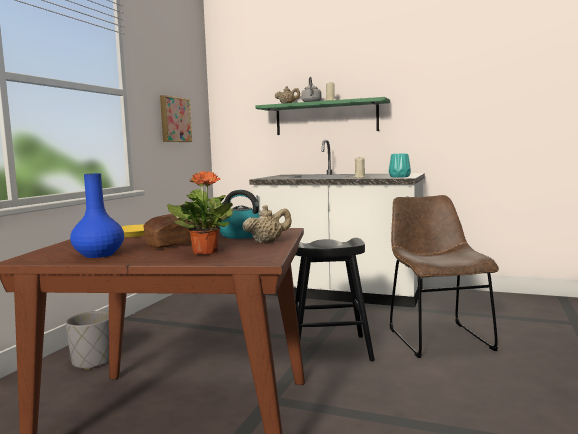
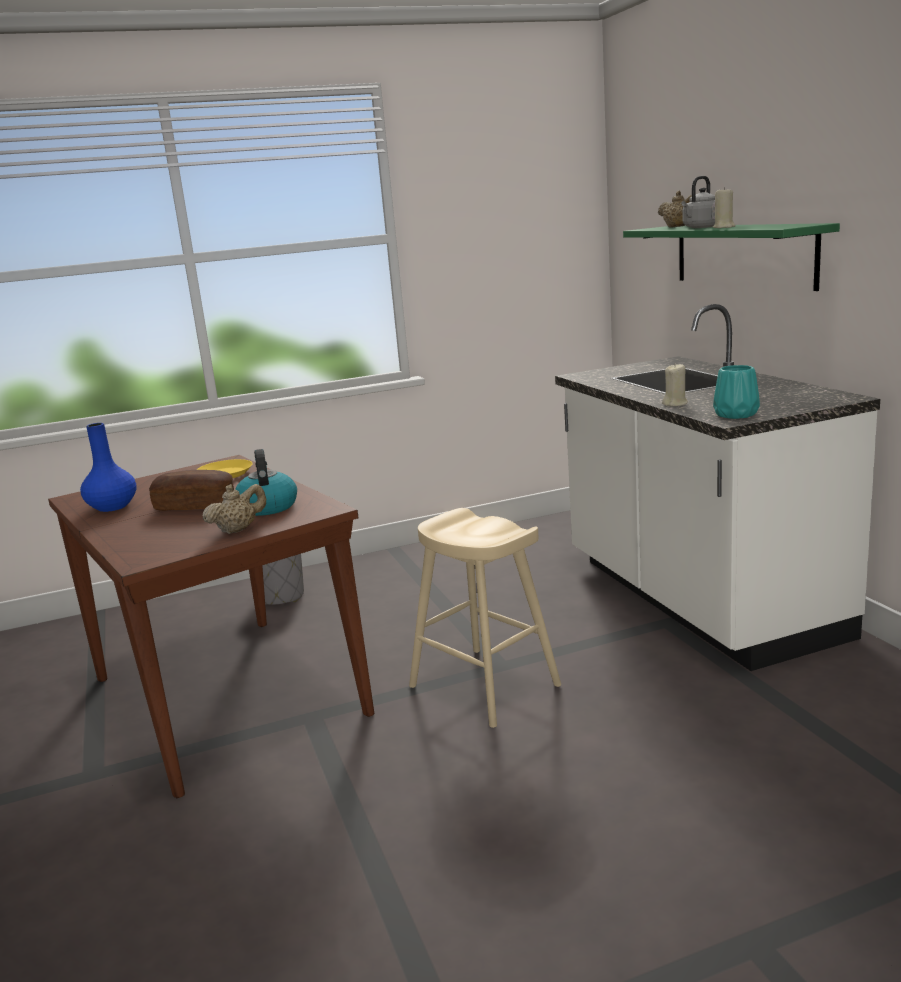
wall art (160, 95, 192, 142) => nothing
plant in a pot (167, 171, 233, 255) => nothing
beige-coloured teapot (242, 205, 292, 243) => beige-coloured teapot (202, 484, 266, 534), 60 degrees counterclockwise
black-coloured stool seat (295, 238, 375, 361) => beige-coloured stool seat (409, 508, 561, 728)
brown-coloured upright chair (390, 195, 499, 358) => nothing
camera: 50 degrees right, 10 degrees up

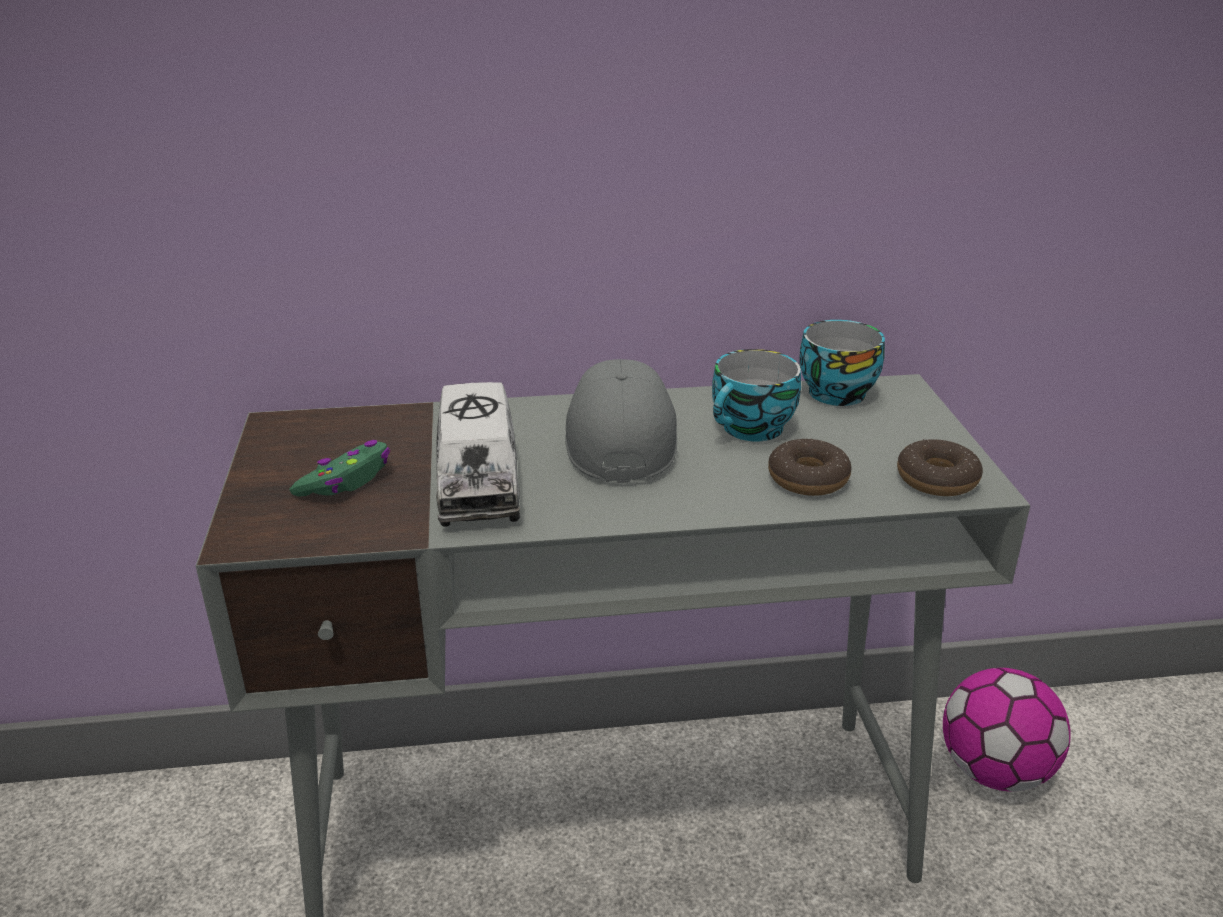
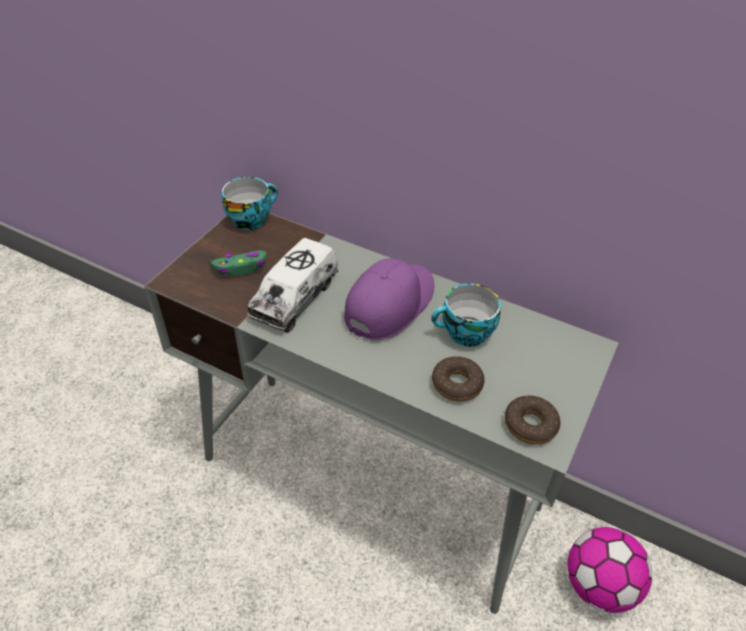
gray cap (565, 359, 677, 483) => purple cap (344, 258, 434, 340)
small cup (799, 320, 885, 406) => small cup (222, 177, 278, 230), moved
camera: 35 degrees right, 15 degrees up

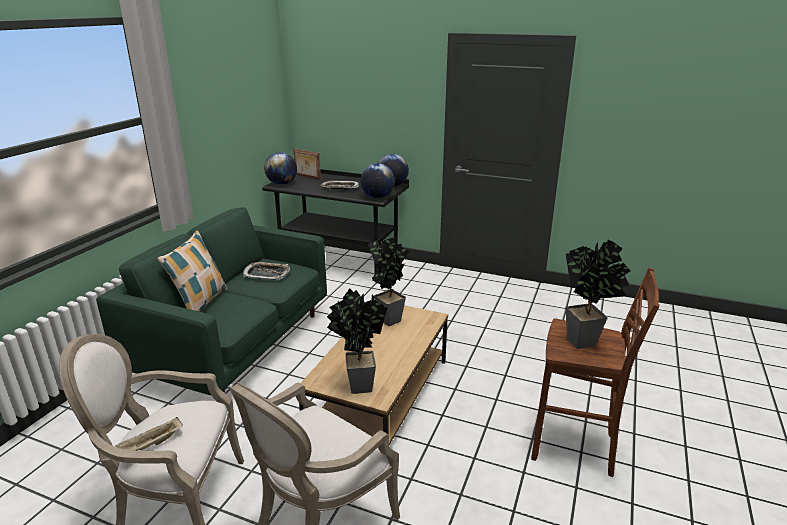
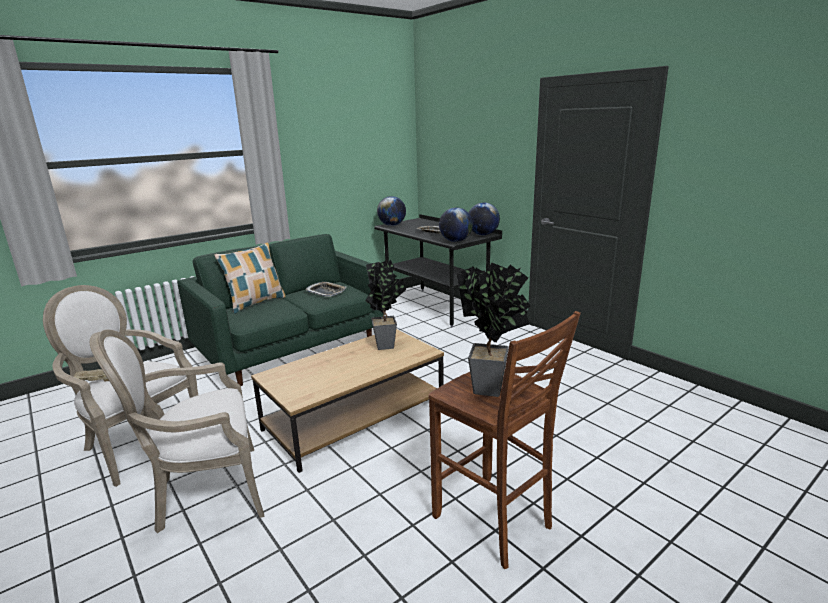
photo frame (293, 149, 321, 180) => nothing
plant in a pot (327, 288, 387, 394) => nothing
camera: 30 degrees right, 5 degrees down

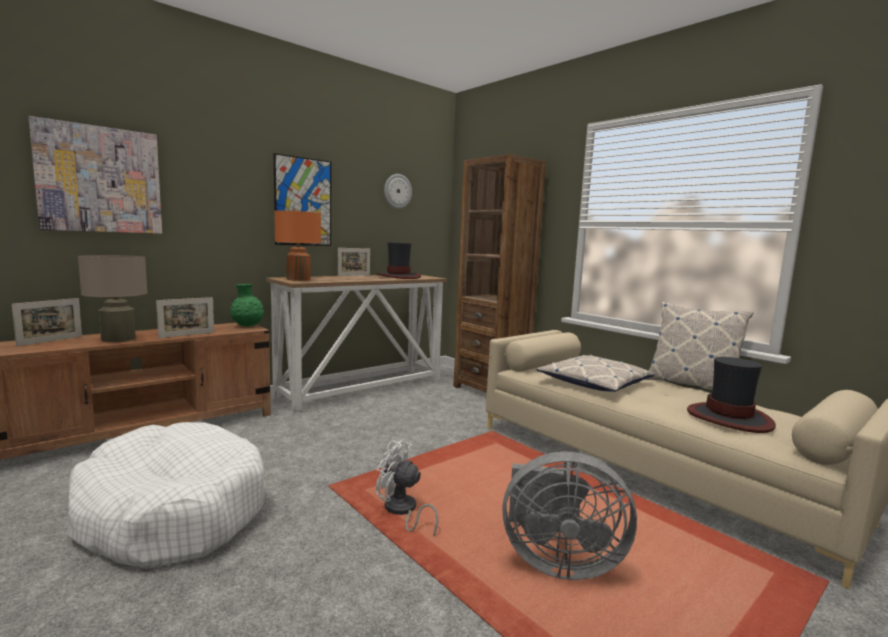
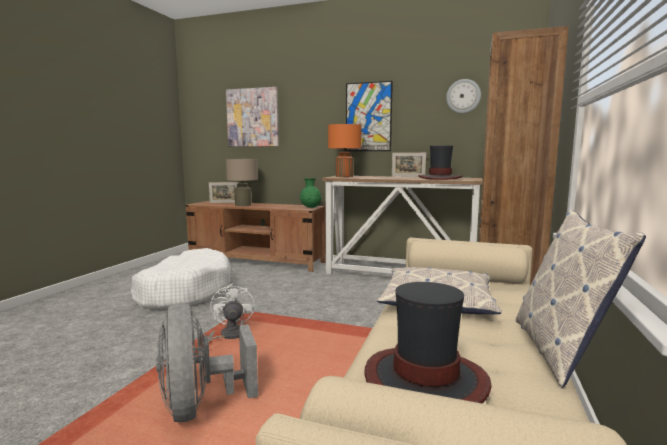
photo frame (156, 297, 214, 338) => nothing
camera: 60 degrees right, 0 degrees up

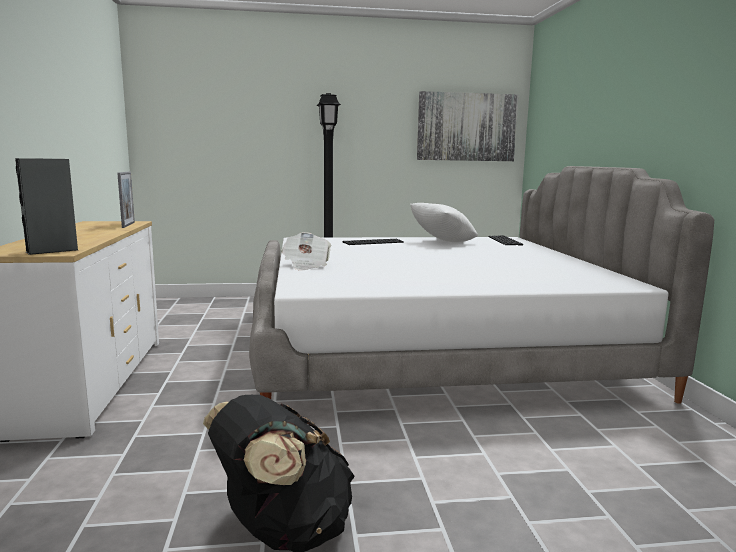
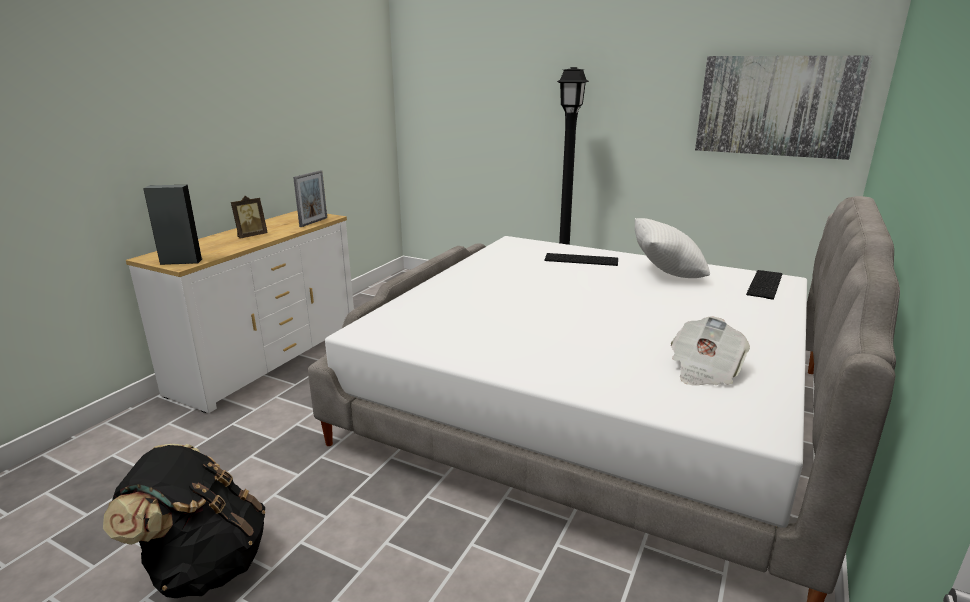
printed paper (281, 232, 331, 270) => printed paper (670, 316, 750, 386), moved
nothing => photo frame (231, 196, 268, 239)
camera: 35 degrees right, 10 degrees up

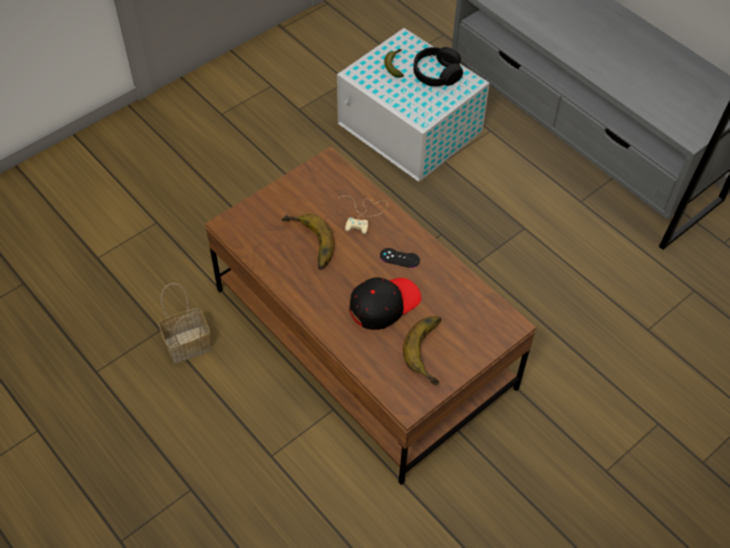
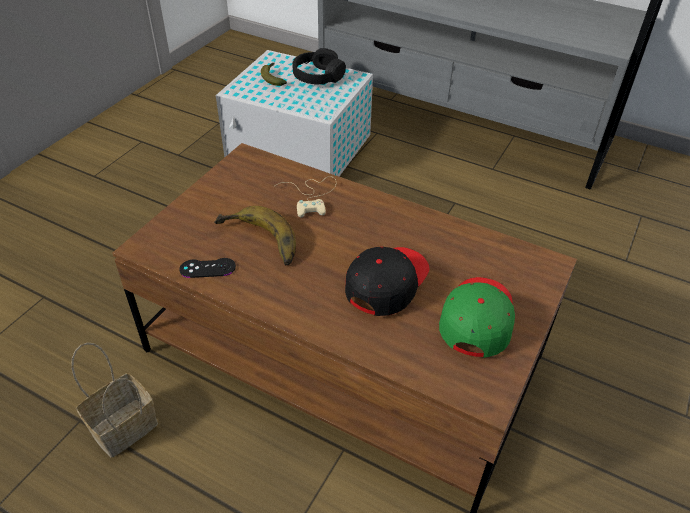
black-coloured joypad (380, 248, 420, 268) => black-coloured joypad (179, 258, 236, 278), moved
whole banana (403, 316, 441, 384) => green cap (439, 277, 515, 358)
camera: 20 degrees left, 10 degrees down

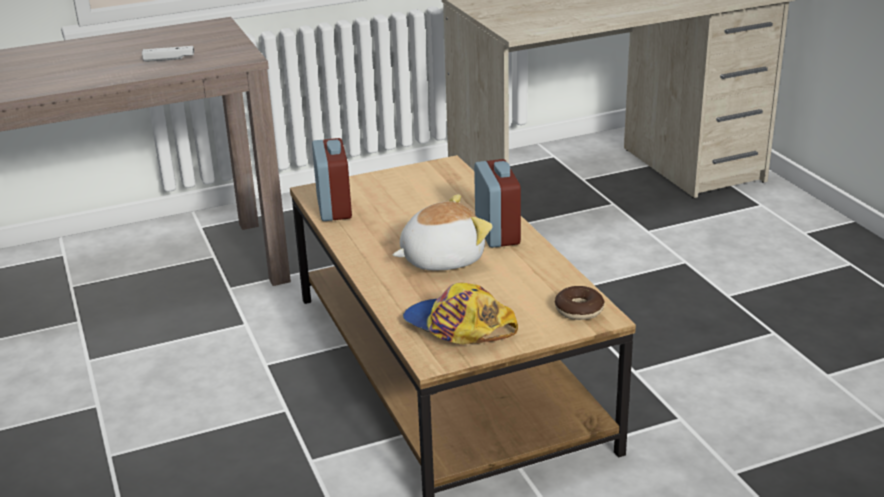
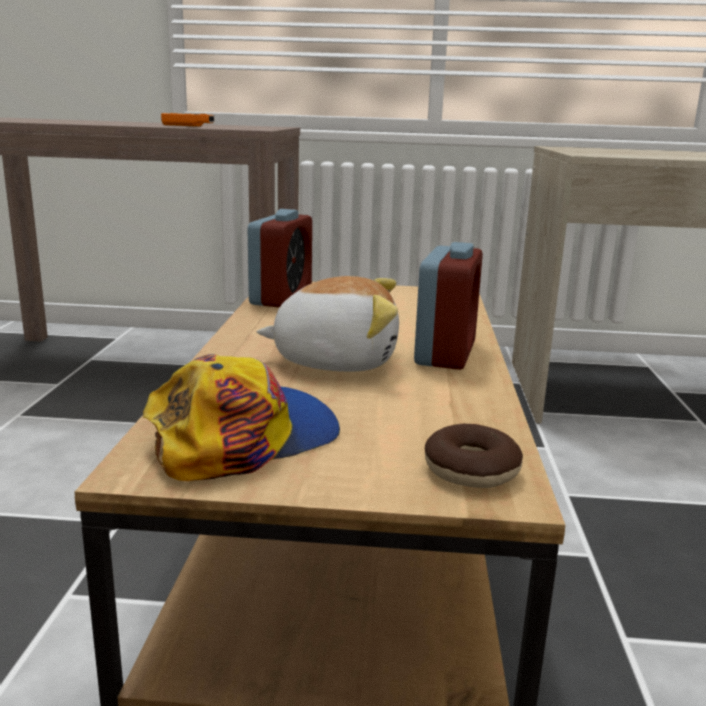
white-coloured joypad (142, 46, 194, 62) => orangey joypad (161, 113, 214, 127)
cap (403, 283, 518, 344) => cap (143, 354, 340, 481), 75 degrees clockwise
camera: 25 degrees right, 10 degrees down

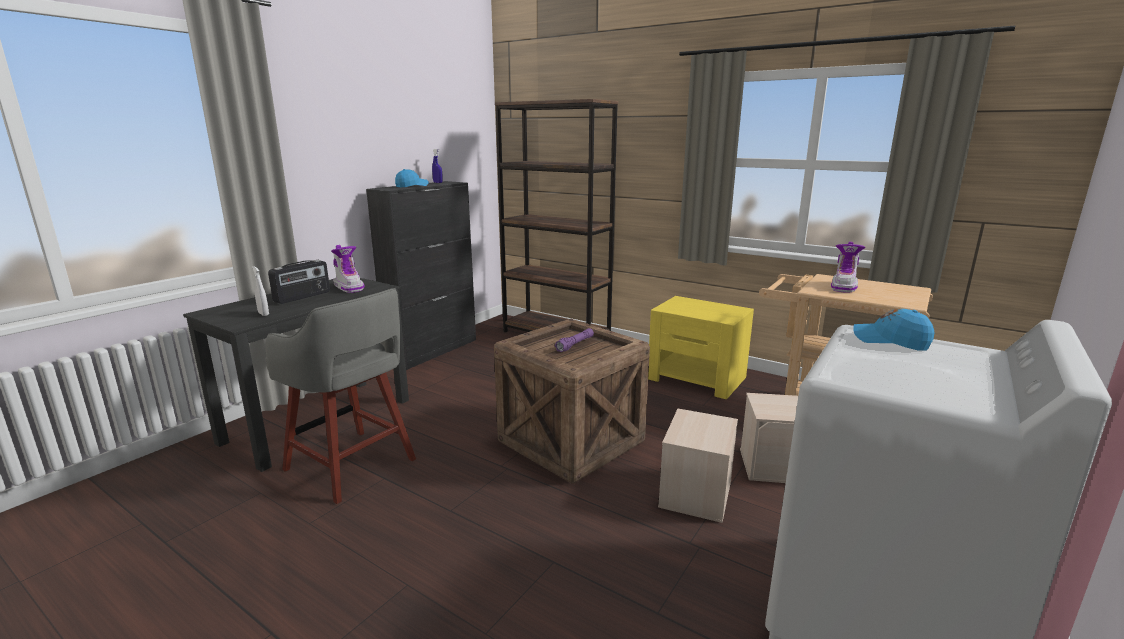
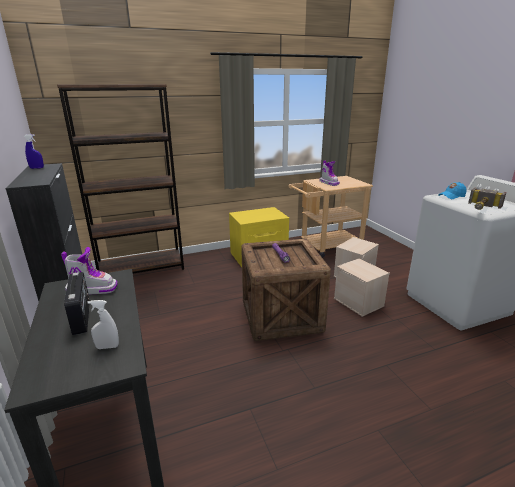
gray stool seat (265, 288, 416, 504) => nothing
bluish cap (395, 169, 429, 188) => nothing
nothing => hand hammer (468, 187, 507, 210)
camera: 55 degrees left, 5 degrees up

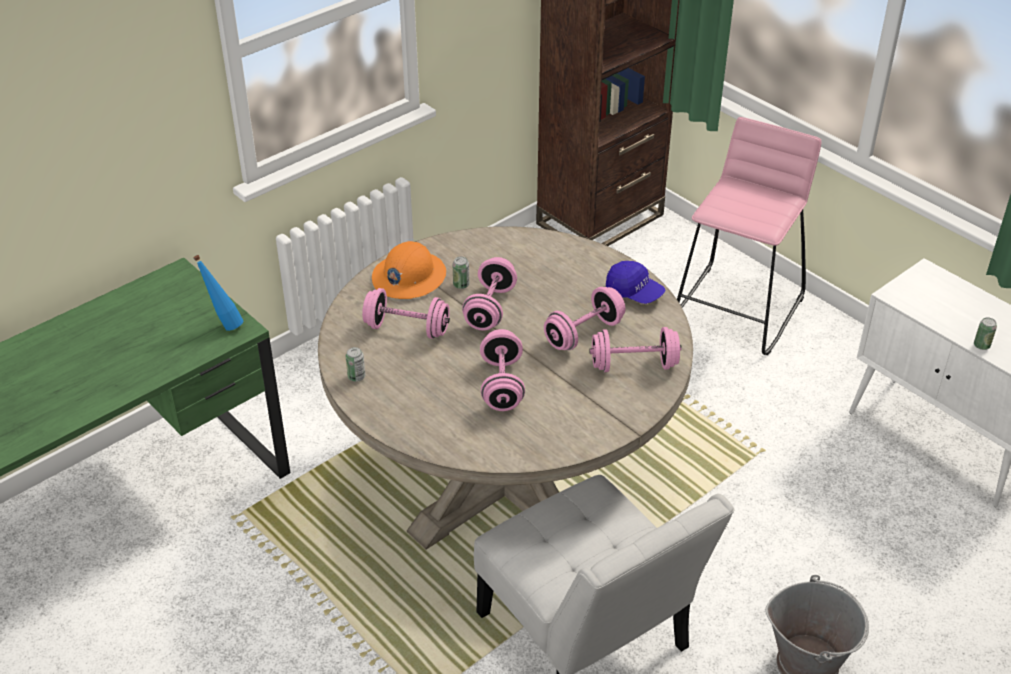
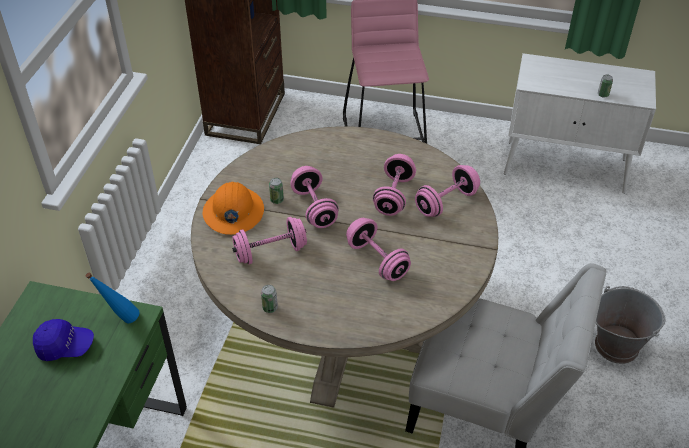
bluish cap (606, 261, 665, 304) => bluish cap (33, 319, 94, 361), moved
camera: 35 degrees left, 5 degrees up

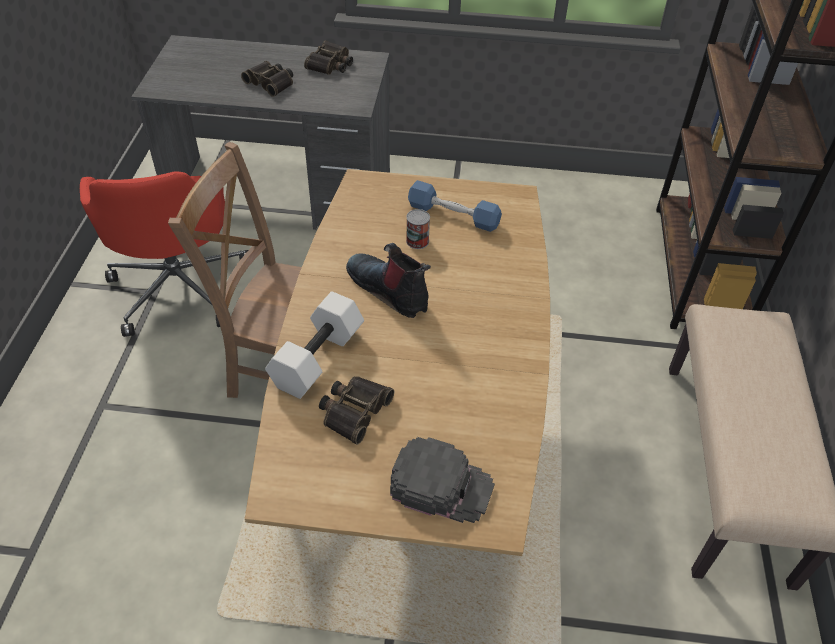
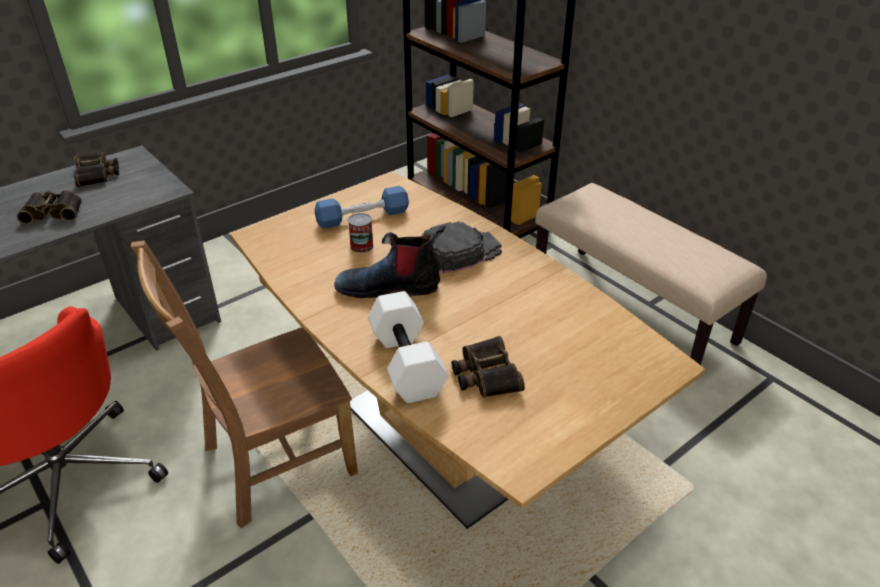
black-coloured cap (390, 437, 495, 523) => black-coloured cap (421, 221, 502, 274), moved
camera: 45 degrees left, 10 degrees down

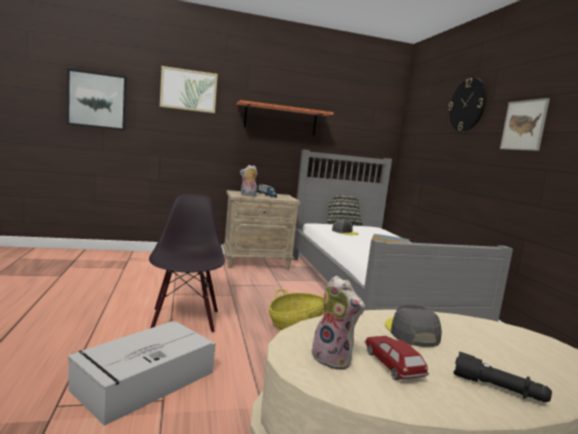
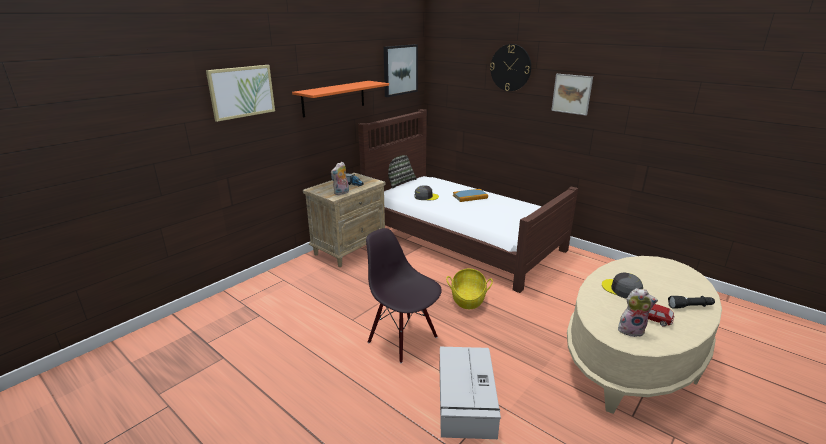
wall art (67, 68, 127, 131) => wall art (384, 44, 418, 97), moved
gray bed (292, 149, 513, 322) => brown-coloured bed (358, 109, 578, 293)
camera: 35 degrees left, 15 degrees up

